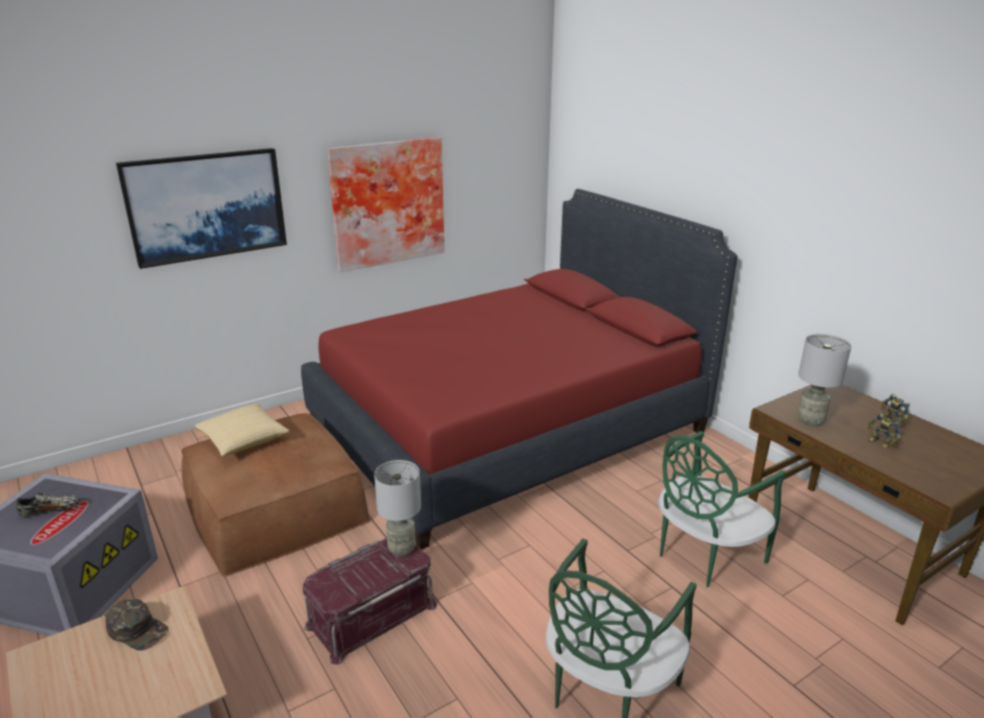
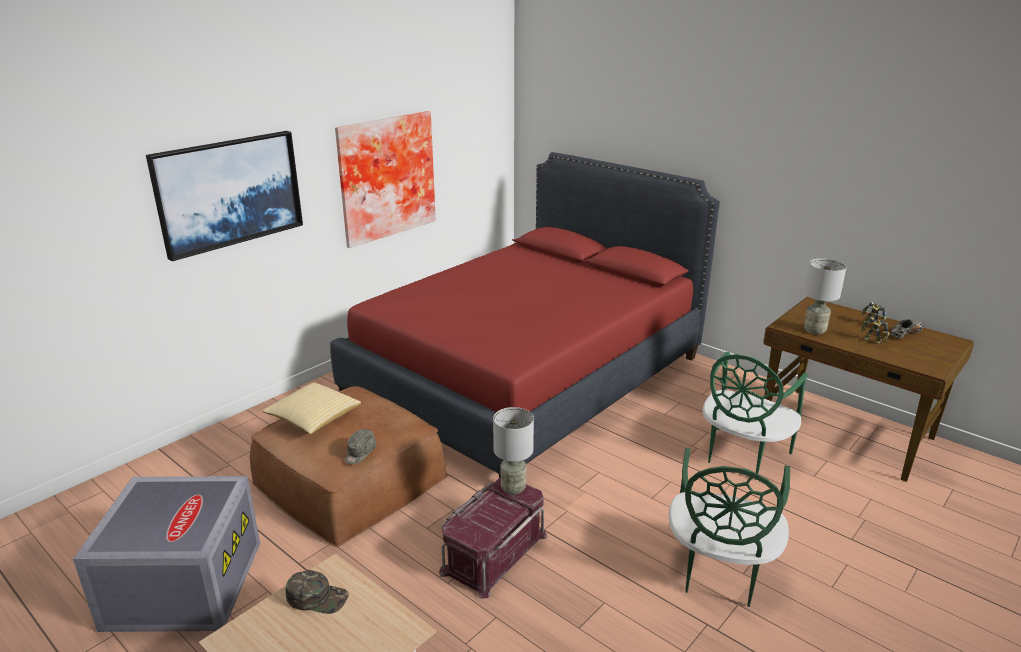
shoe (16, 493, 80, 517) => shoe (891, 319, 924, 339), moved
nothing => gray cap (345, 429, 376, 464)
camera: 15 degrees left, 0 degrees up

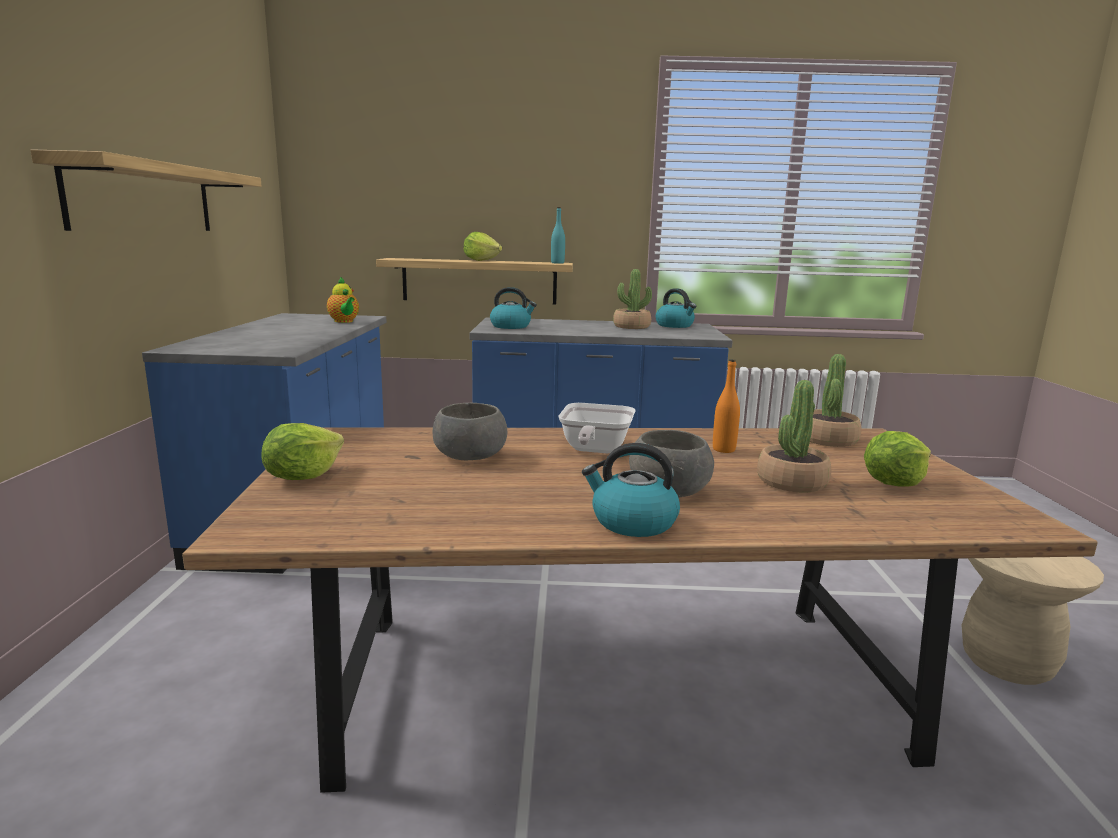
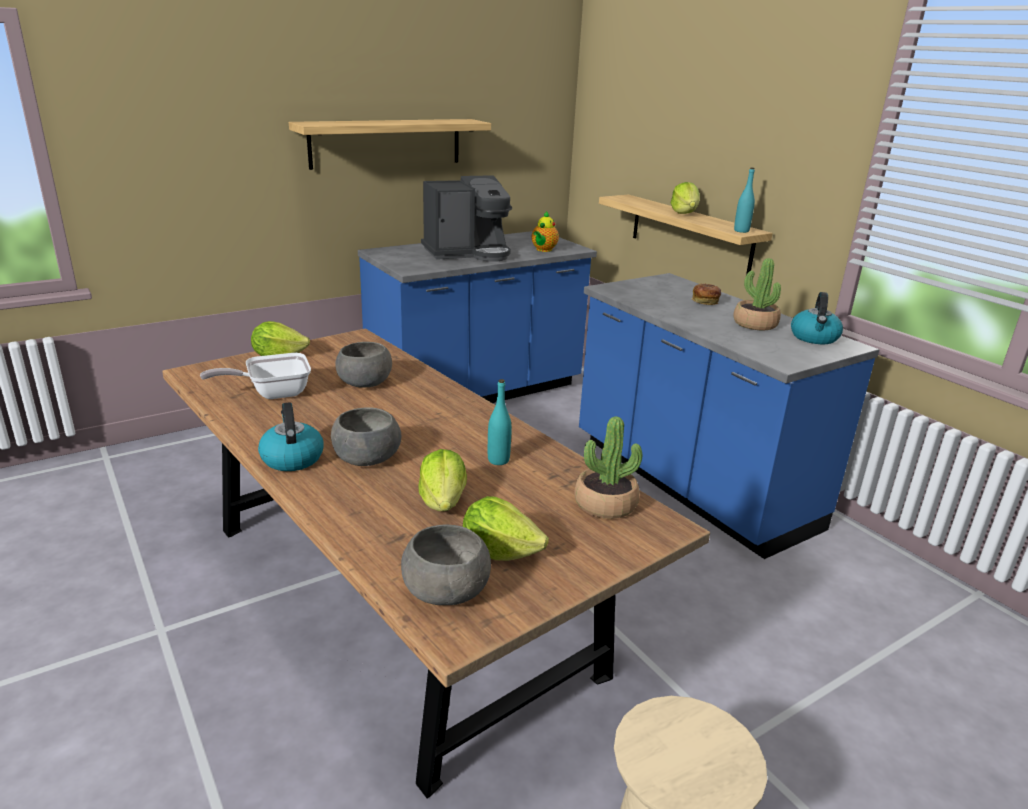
kettle (490, 287, 537, 329) => nothing
frying pan (558, 403, 636, 453) => frying pan (200, 353, 311, 399), moved
orangey drink bottle (713, 359, 740, 453) => turquoise-coloured drink bottle (488, 379, 512, 465)
plant in a pot (757, 380, 831, 493) => lettuce (419, 449, 467, 511)
nothing => gray deep dish (401, 525, 491, 605)
nothing => coffee machine (421, 175, 512, 262)
nothing => baked bread (692, 284, 721, 305)
camera: 55 degrees right, 10 degrees up

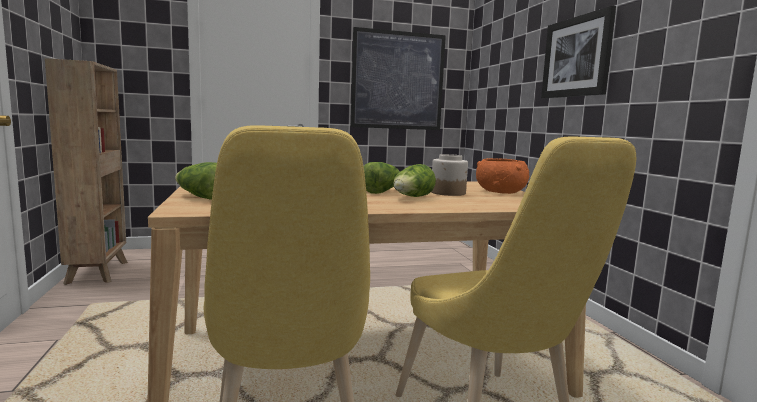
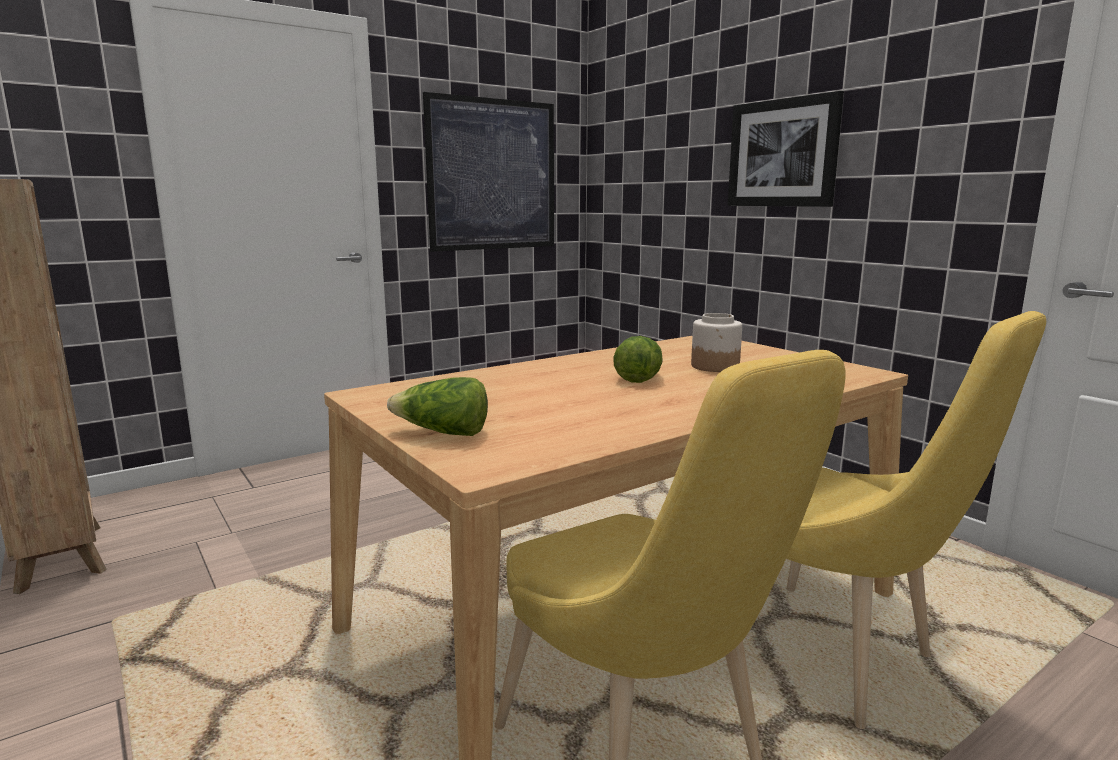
lettuce (393, 164, 436, 197) => nothing
orangey deep dish (476, 158, 529, 194) => nothing
camera: 20 degrees left, 5 degrees up

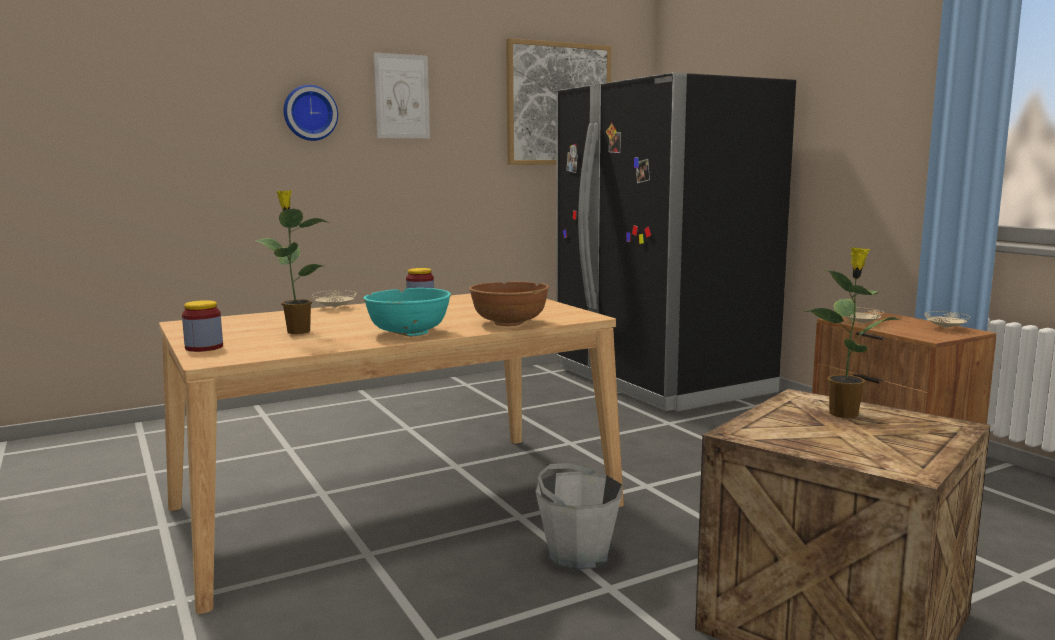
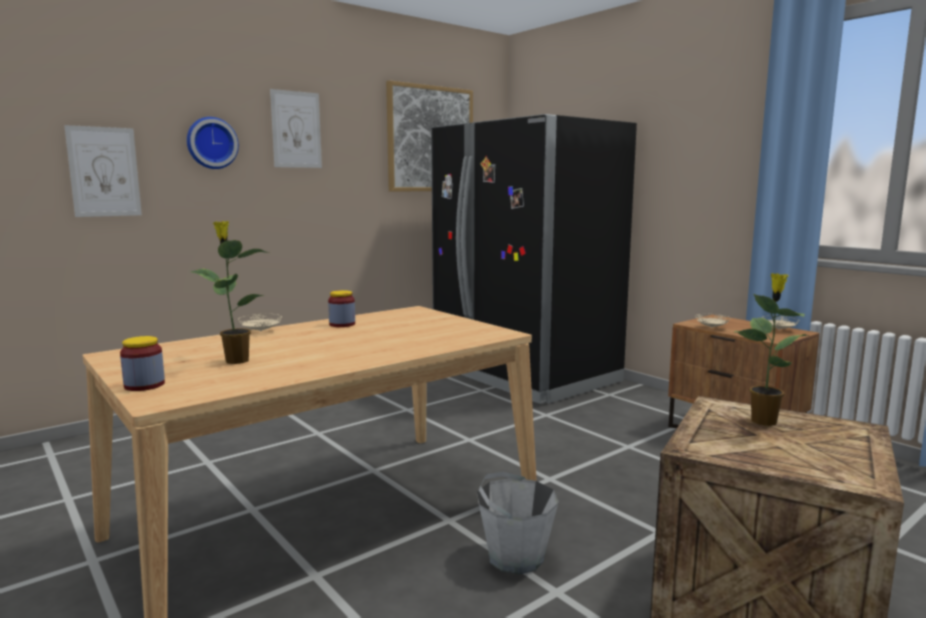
turquoise-coloured deep dish (363, 288, 451, 336) => nothing
brown-coloured deep dish (469, 282, 549, 326) => nothing
nothing => wall art (64, 125, 142, 217)
camera: 10 degrees left, 0 degrees up

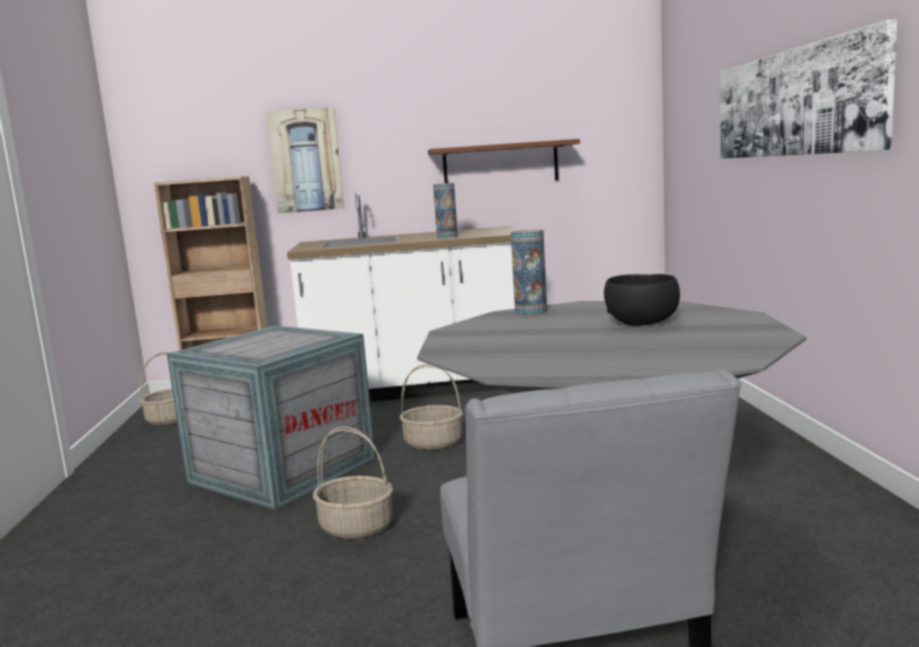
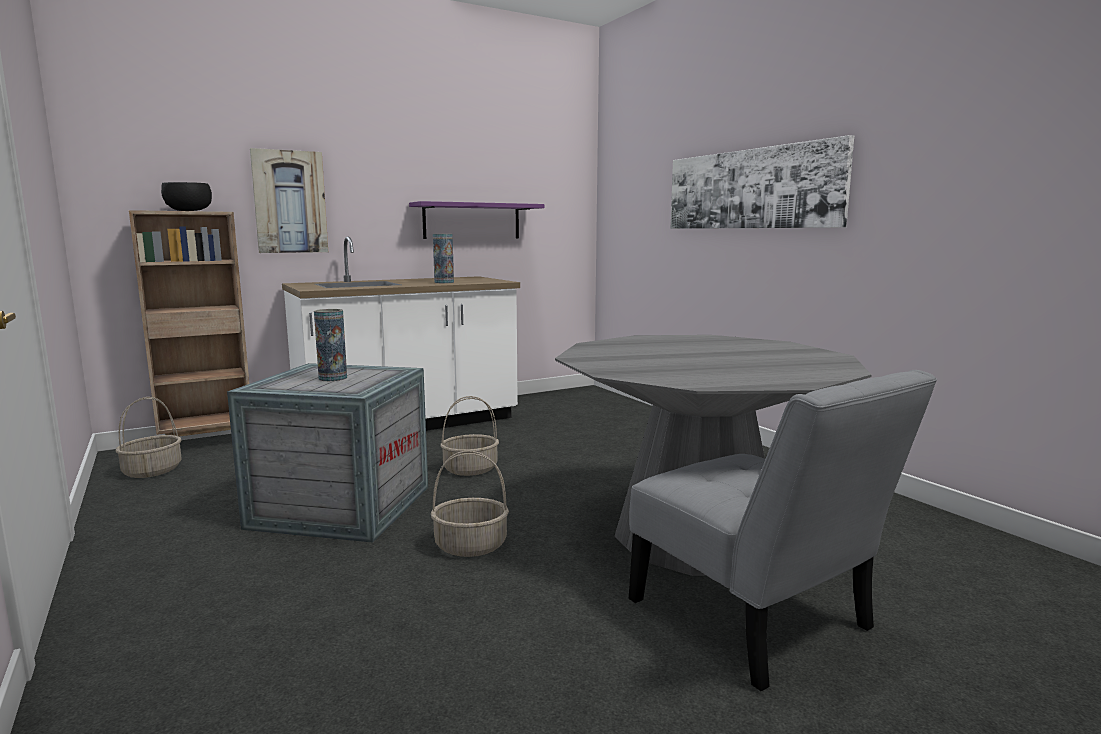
brown-coloured wall shelf (428, 139, 580, 183) => purple wall shelf (409, 201, 544, 239)
decorative vase (511, 229, 547, 314) => decorative vase (314, 309, 347, 381), moved
black-coloured deep dish (604, 274, 680, 326) => black-coloured deep dish (161, 182, 212, 211), moved
camera: 25 degrees left, 0 degrees up

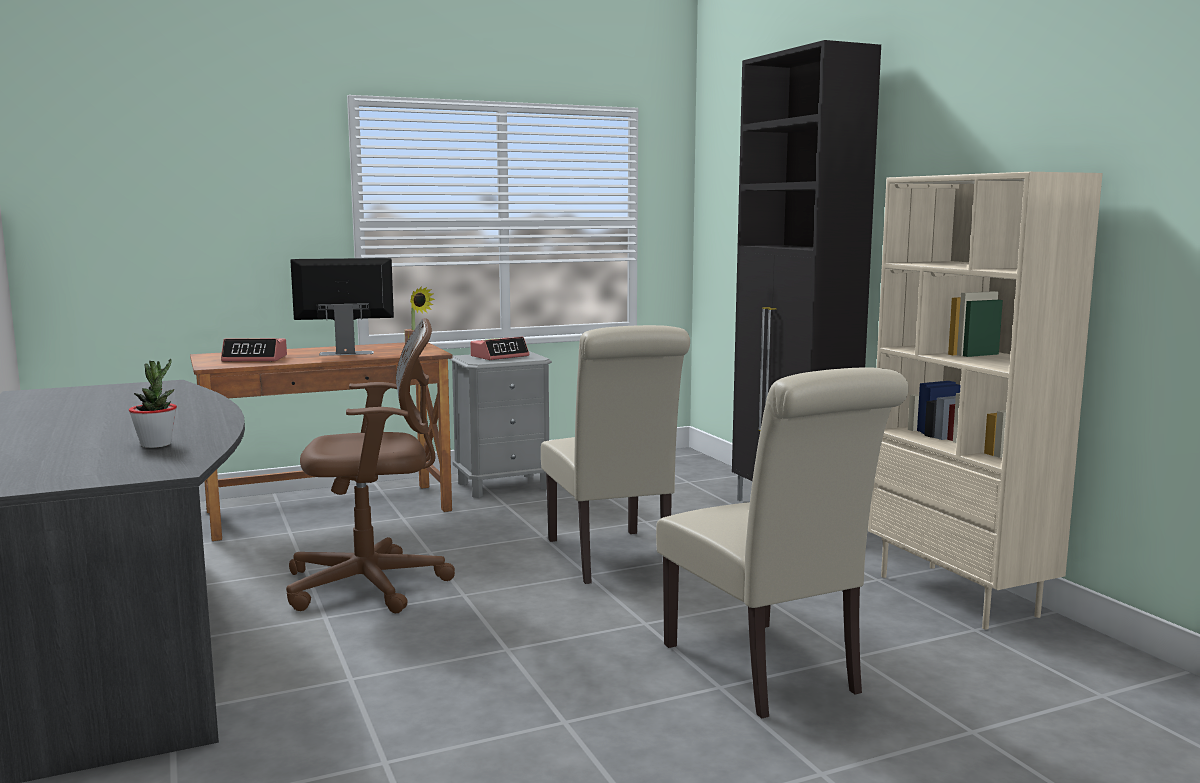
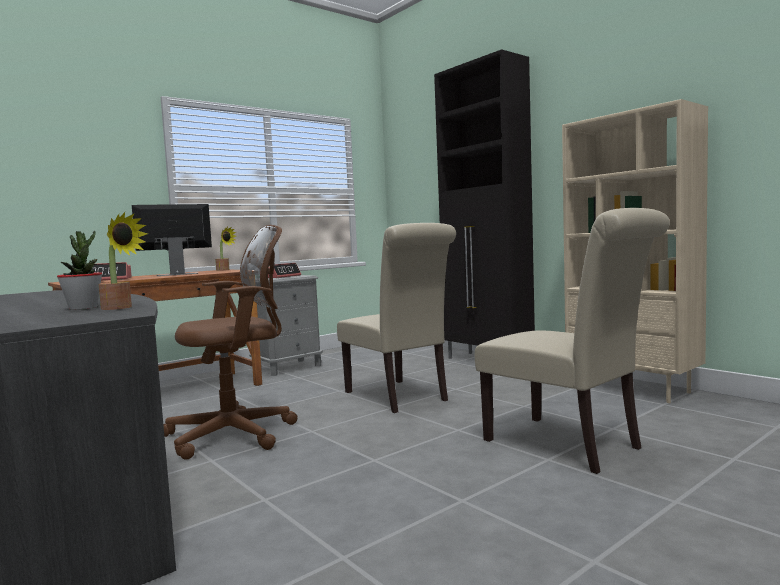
nothing => plant in a pot (99, 212, 148, 310)
camera: 15 degrees left, 5 degrees down

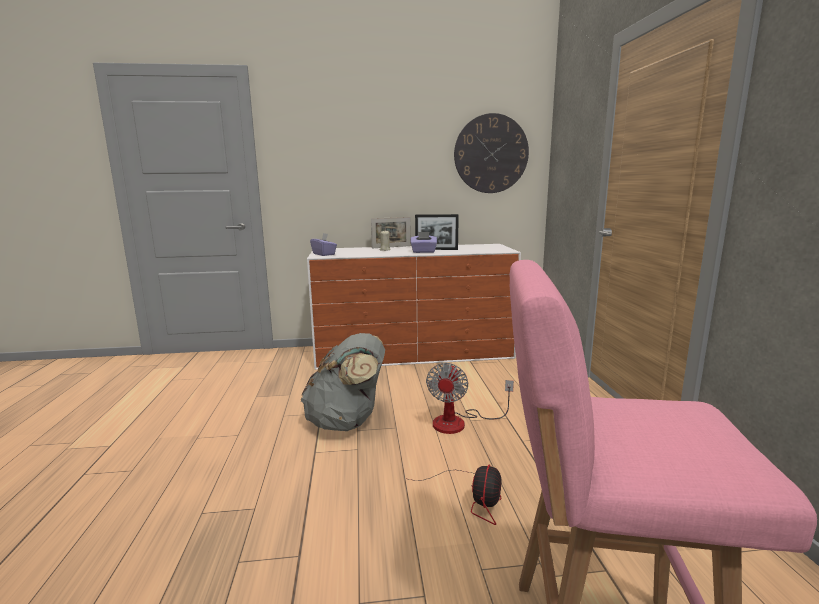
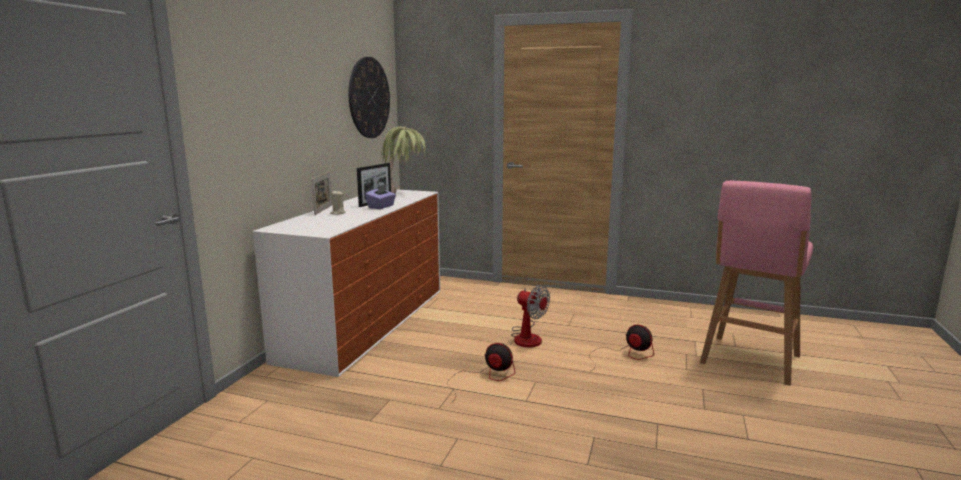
gray backpack (301, 333, 385, 431) => fan (448, 343, 515, 403)
purple tissue box (310, 233, 337, 256) => nothing
nothing => plant in a pot (380, 126, 425, 194)
camera: 65 degrees left, 0 degrees up

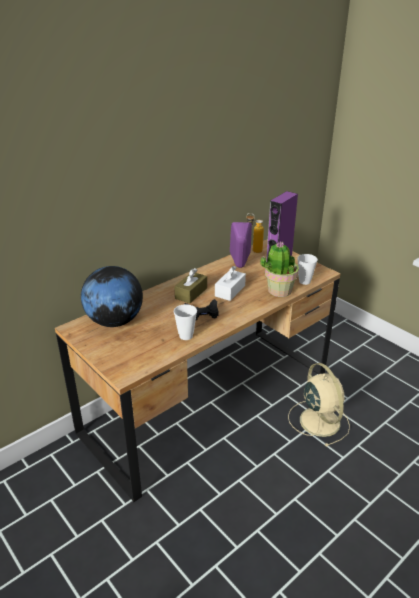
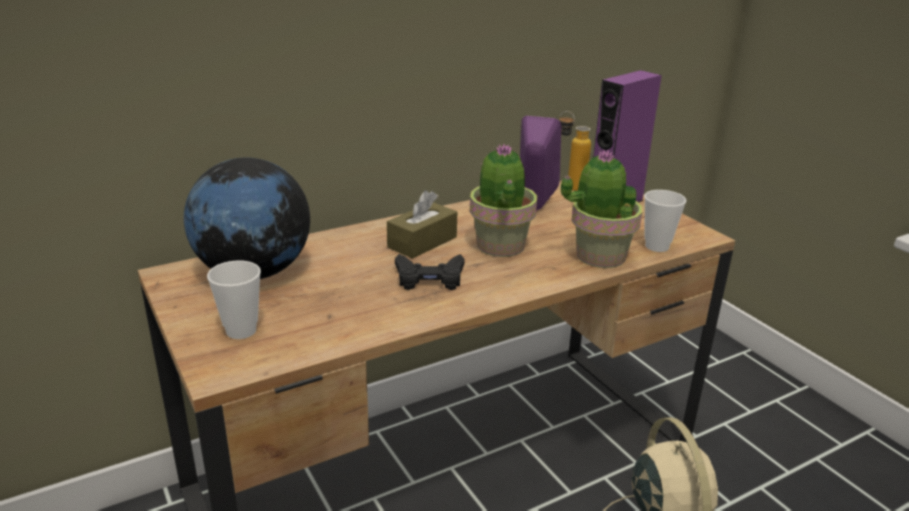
small cup (174, 304, 197, 340) => small cup (207, 260, 261, 339), moved
white-coloured tissue box (215, 266, 246, 301) => plant in a pot (470, 144, 537, 257)
camera: 10 degrees right, 5 degrees down

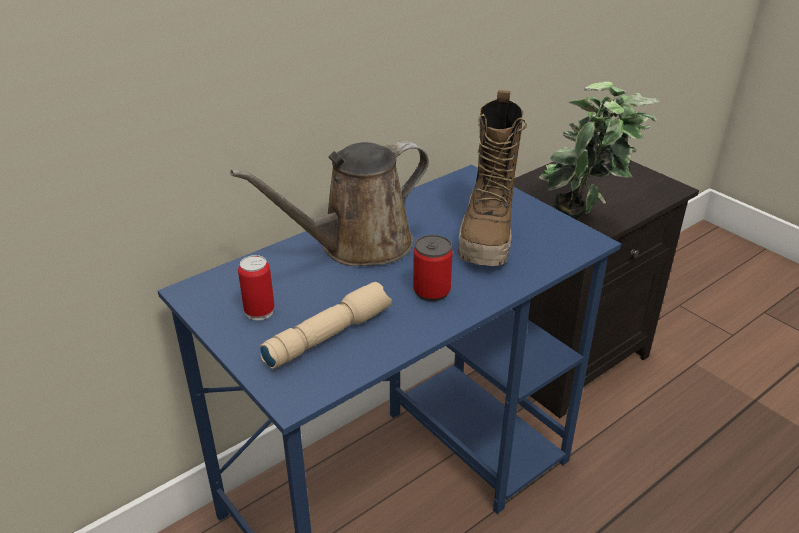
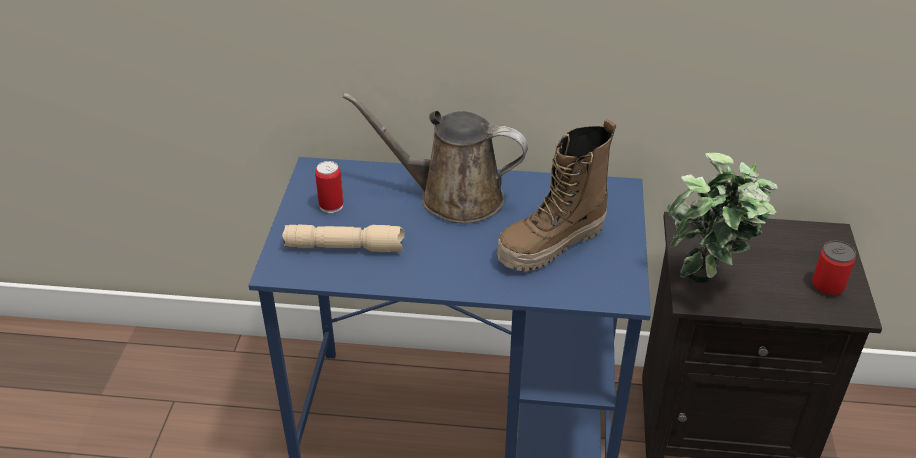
can (413, 235, 453, 301) => can (812, 241, 856, 296), moved
camera: 45 degrees right, 5 degrees up

